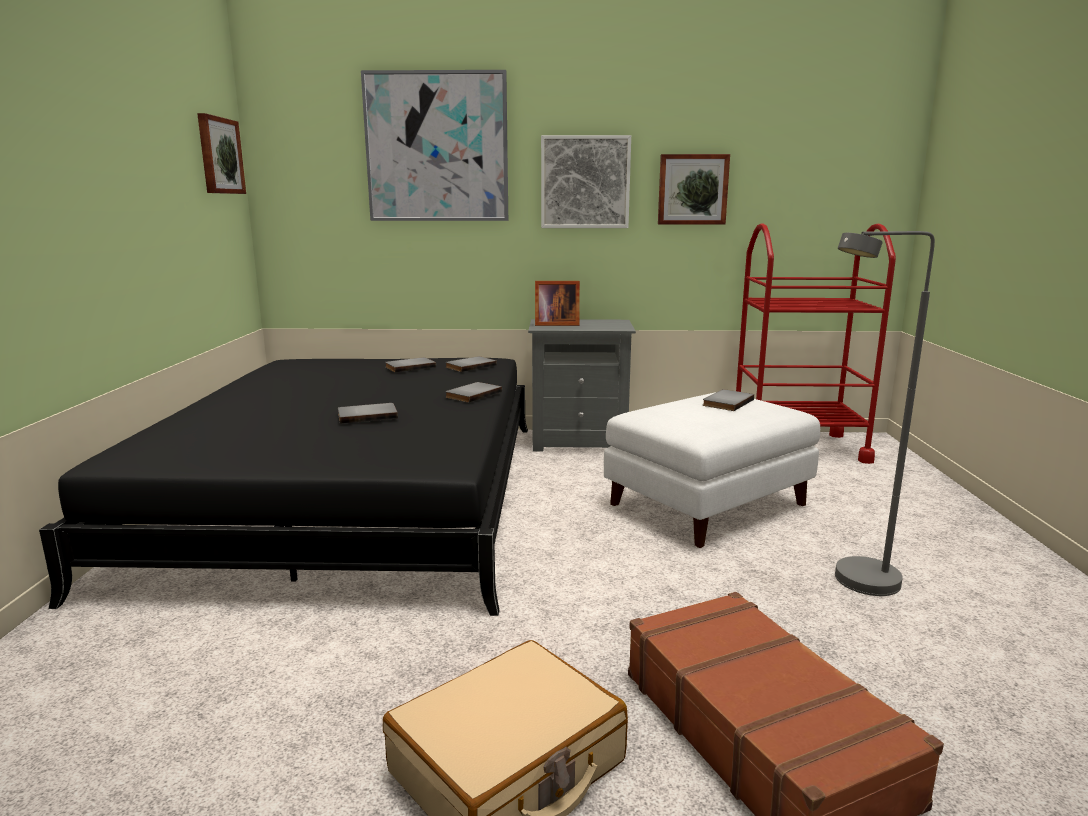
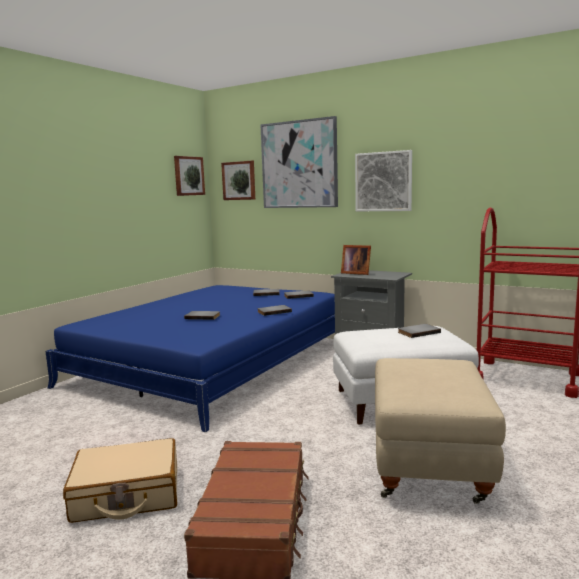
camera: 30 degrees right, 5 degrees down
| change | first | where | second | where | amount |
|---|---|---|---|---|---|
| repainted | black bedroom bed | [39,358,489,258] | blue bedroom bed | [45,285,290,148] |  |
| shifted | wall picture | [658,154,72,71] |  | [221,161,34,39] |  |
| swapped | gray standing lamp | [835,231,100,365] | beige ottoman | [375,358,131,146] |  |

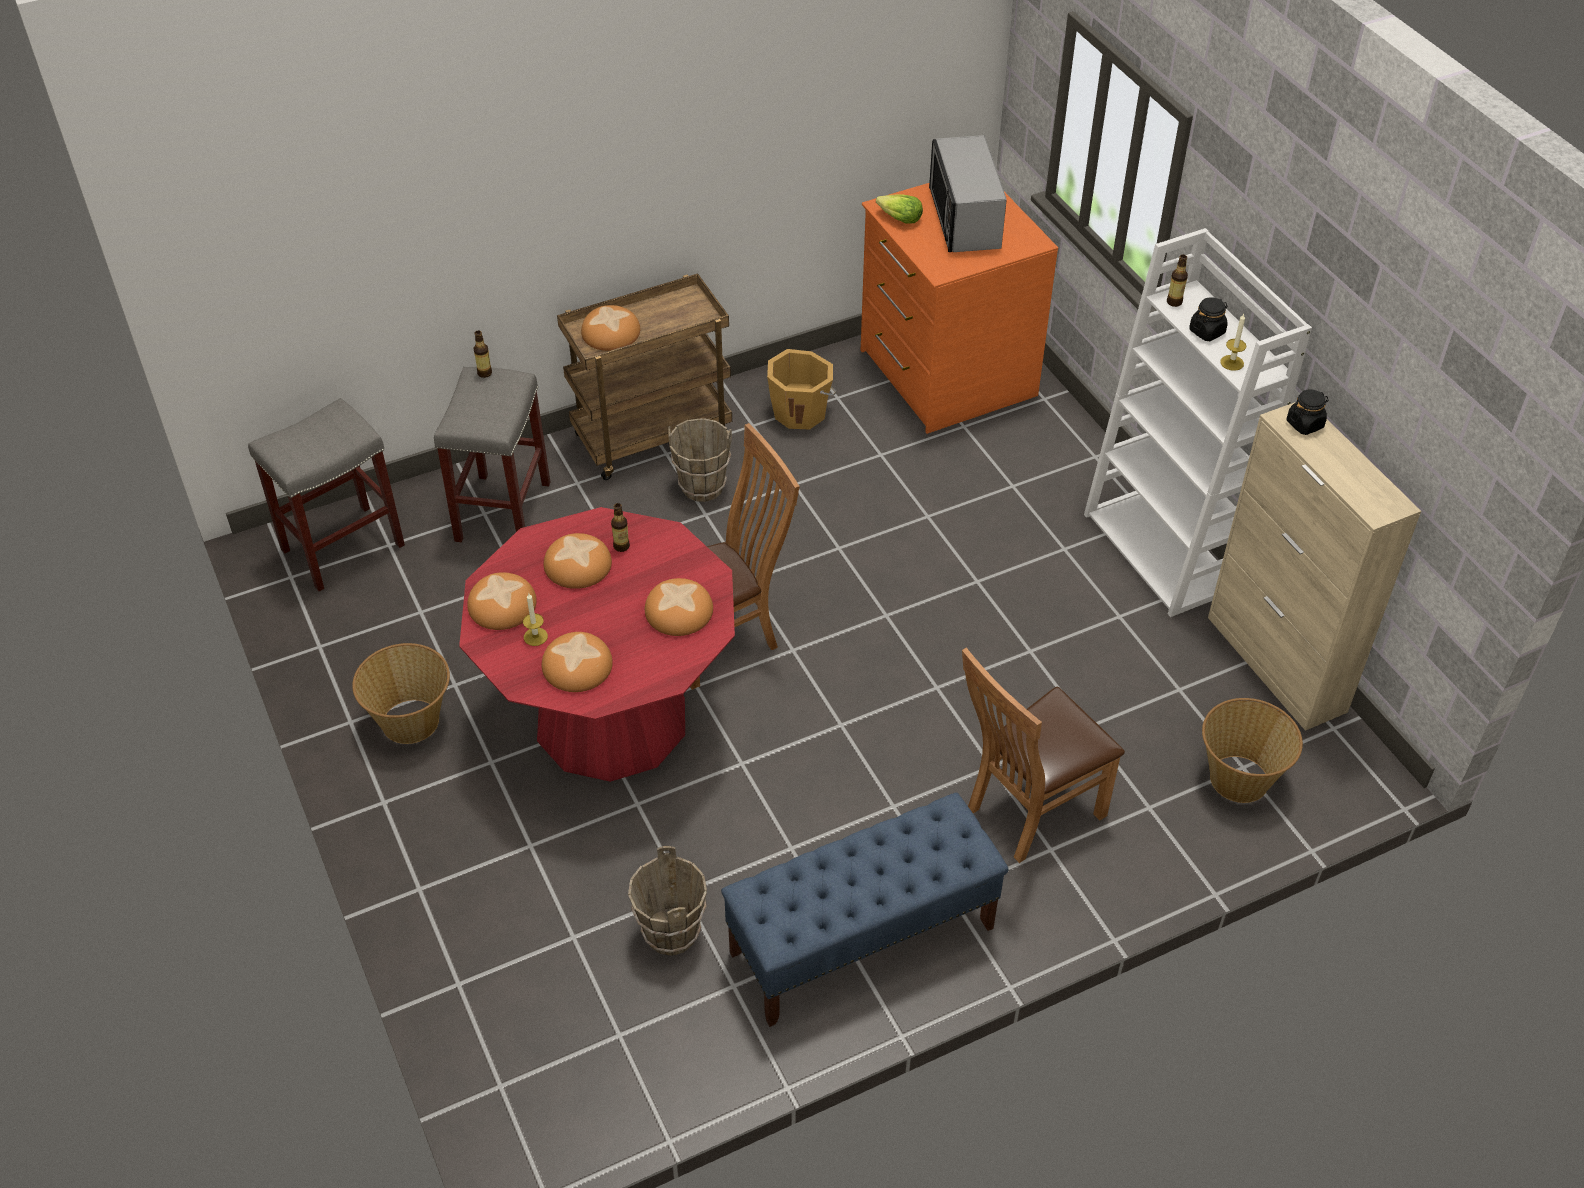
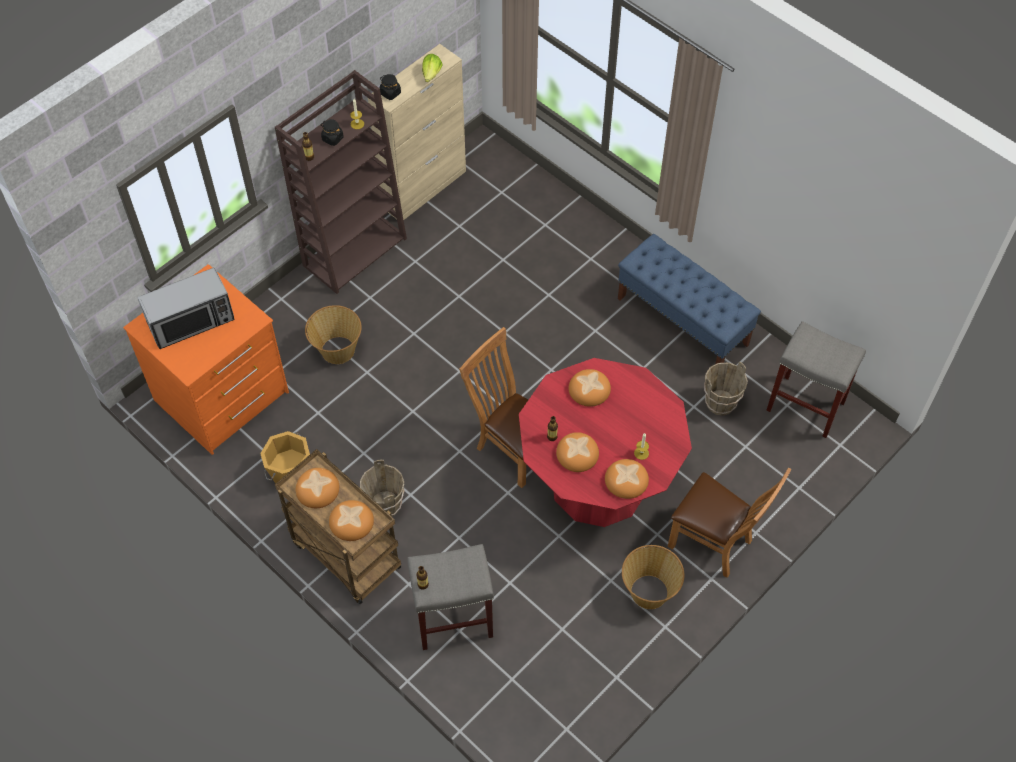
camera: 110 degrees left, 10 degrees up
| change | first | where | second | where | amount |
|---|---|---|---|---|---|
| repainted | white-coloured bookshelf | [1084,228,228,389] | brown-coloured bookshelf | [275,70,132,224] |  |
| shifted | baked bread | [542,632,71,60] |  | [296,468,44,40] |  |
| shifted | basket | [1202,698,101,105] |  | [305,305,57,59] |  |
| shifted | lettuce | [876,194,47,30] |  | [422,54,21,28] |  |
| shifted | brown-coloured chair | [962,648,163,215] |  | [668,467,123,111] |  |
| shifted | gray stool seat | [248,398,157,193] |  | [767,321,99,117] |  |

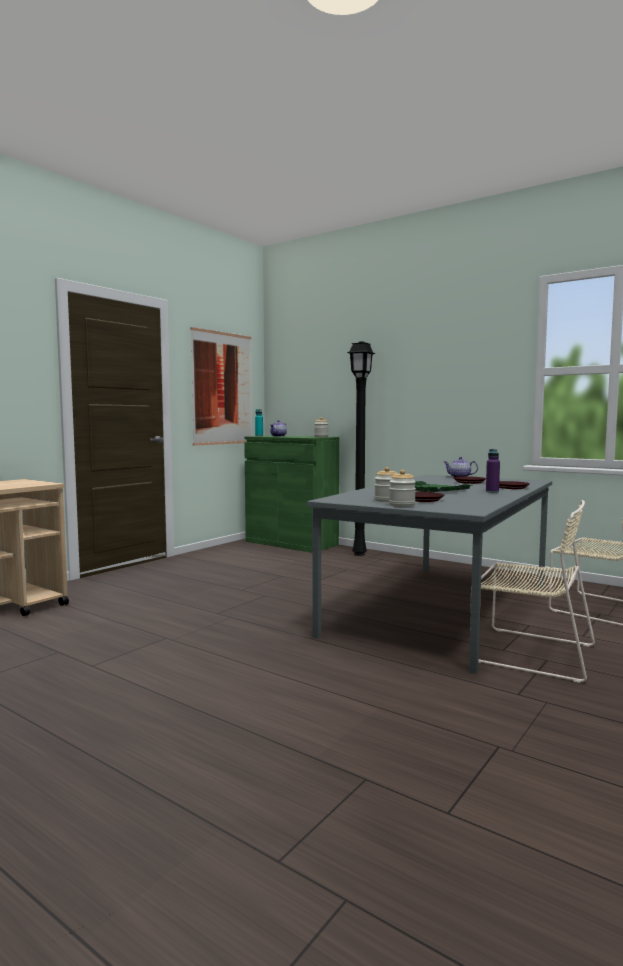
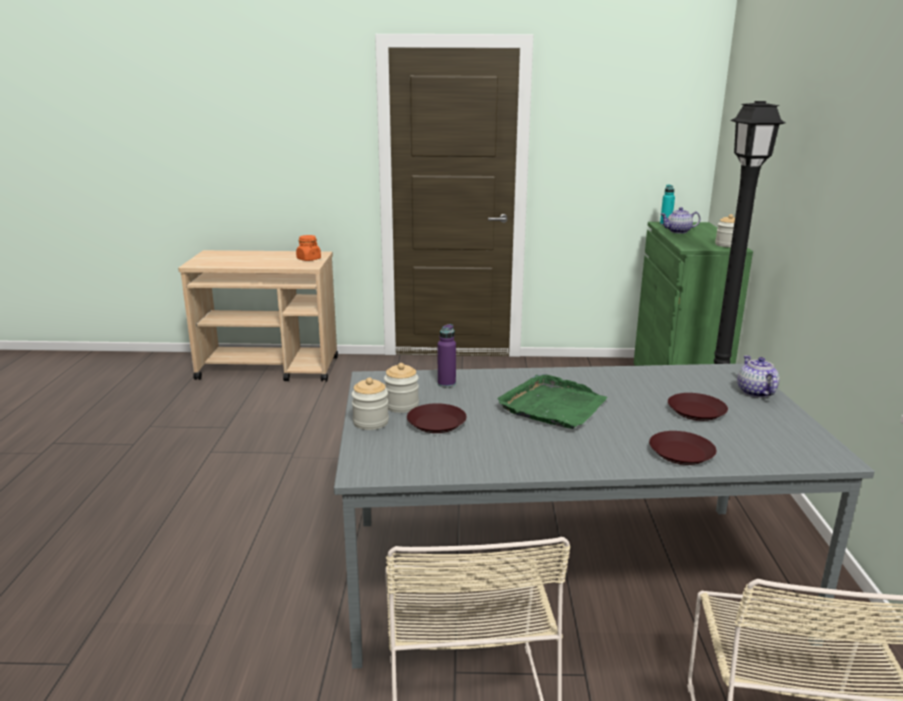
camera: 55 degrees right, 15 degrees up
| change | first | where | second | where | amount |
|---|---|---|---|---|---|
| new |  |  | orangey storage jar | [296,235,25,26] |  |
| shifted | purple-coloured drink bottle | [486,449,14,44] |  | [438,324,18,64] |  |
| gone | wall picture | [190,327,62,119] |  |  |  |

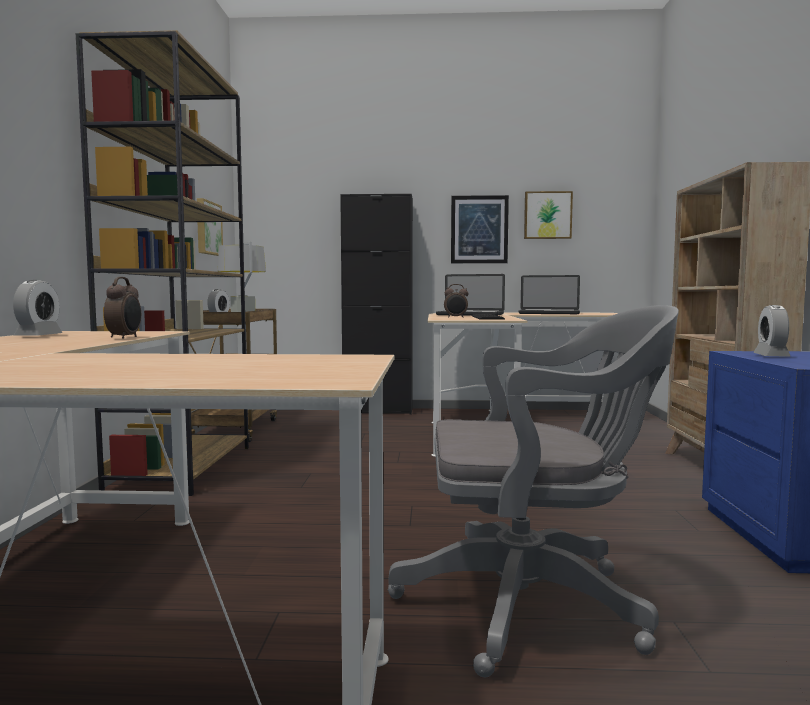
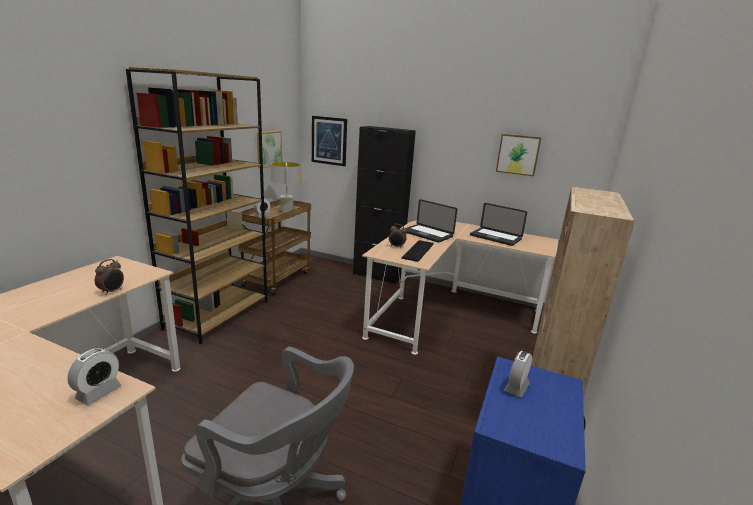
camera: 20 degrees right, 15 degrees up
| change | first | where | second | where | amount |
|---|---|---|---|---|---|
| shifted | alarm clock | [13,280,49,56] |  | [68,348,53,57] |  |
| shifted | wall picture | [451,195,58,68] |  | [312,116,35,50] |  |

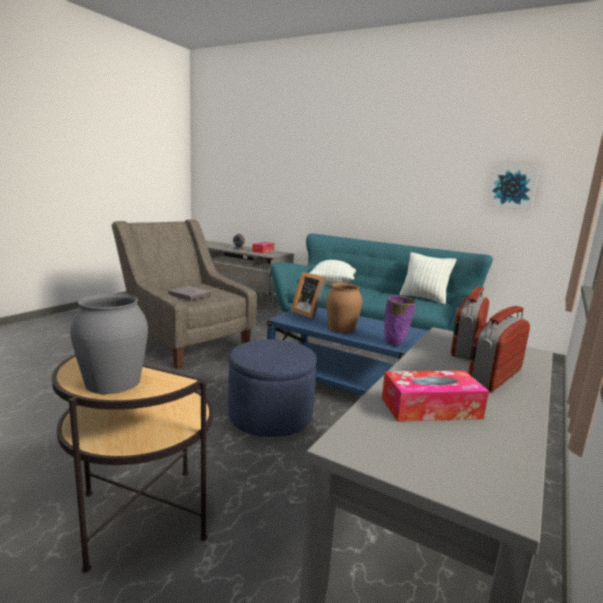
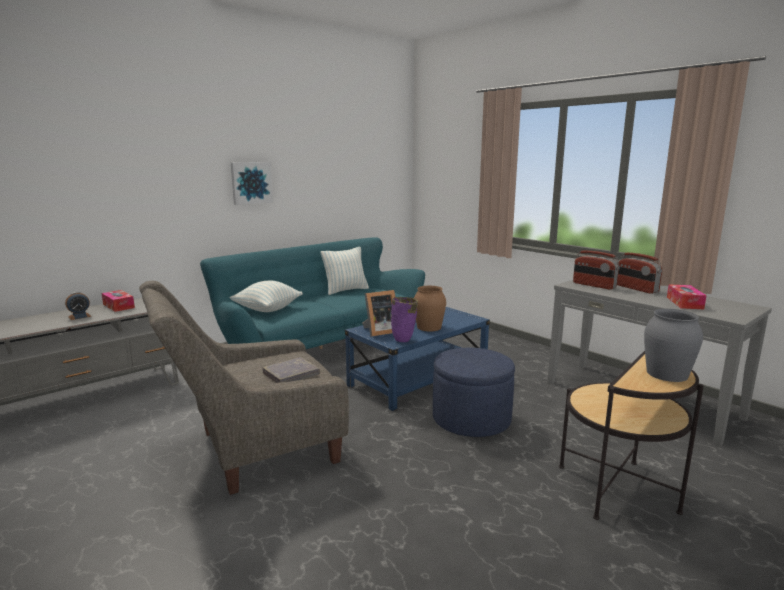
camera: 70 degrees left, 0 degrees up
| change | first | where | second | where | amount |
|---|---|---|---|---|---|
| shifted | wall picture | [488,165,51,45] |  | [231,162,42,43] |  |
| shifted | purple-coloured decorative vase | [384,295,32,51] |  | [391,297,27,45] |  |

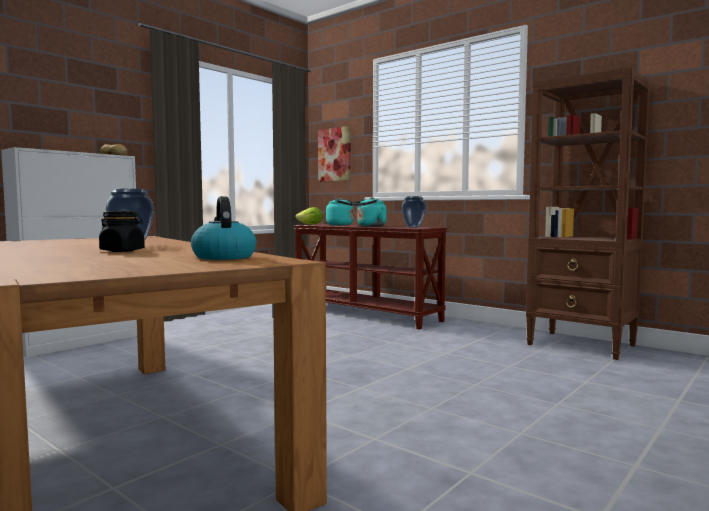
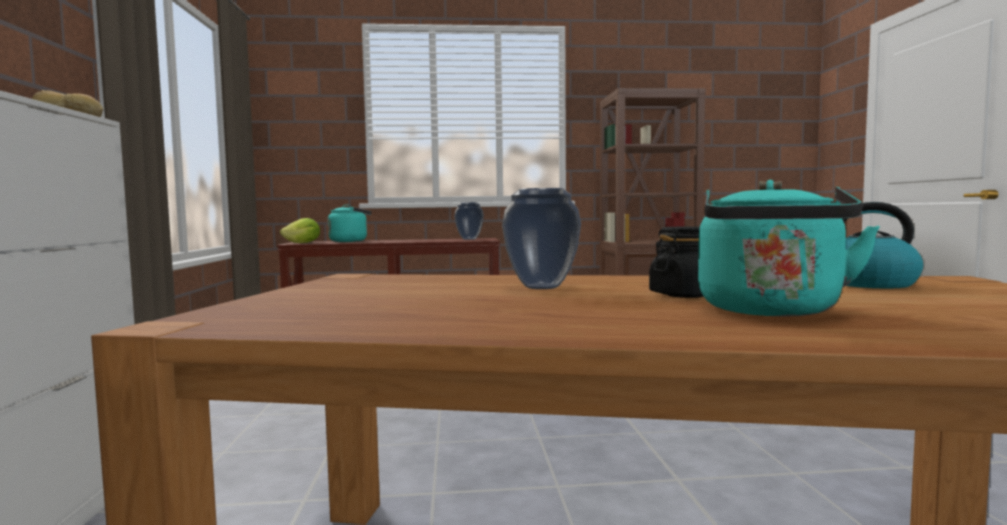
camera: 45 degrees left, 0 degrees up
| change | first | where | second | where | amount |
|---|---|---|---|---|---|
| shifted | turquoise water kettle | [352,197,35,29] |  | [698,180,182,136] |  |
| gone | wall picture | [318,126,33,56] |  |  |  |

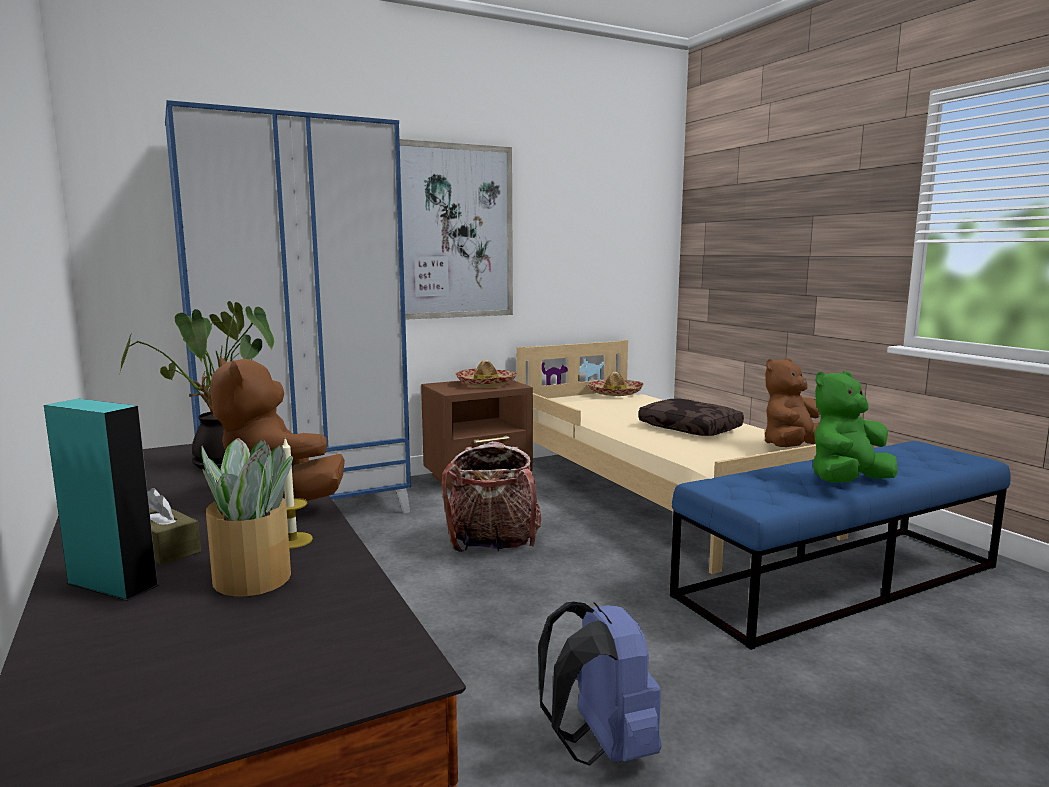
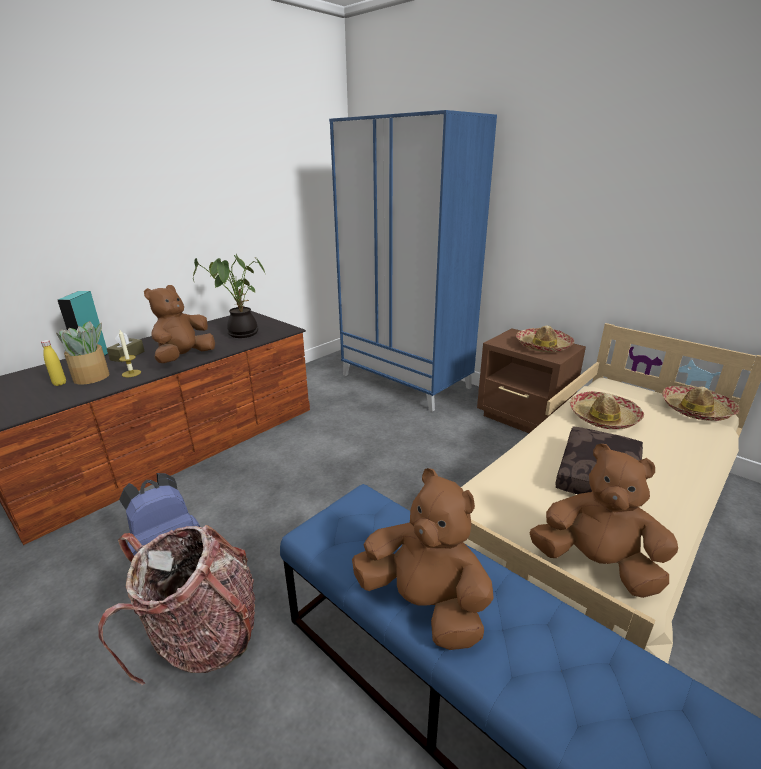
camera: 70 degrees right, 15 degrees up
| change | first | where | second | where | amount |
|---|---|---|---|---|---|
| new |  |  | yellow drink bottle | [41,340,25,46] |  |
| shifted | rucksack | [442,441,99,111] |  | [98,525,157,161] |  |
| repainted | greenish soft toy | [813,371,85,112] | brown-coloured soft toy | [352,468,142,182] |  |
| new |  |  | clothing hat | [570,391,74,38] |  |
| gone | wall picture | [399,139,114,181] |  |  |  |

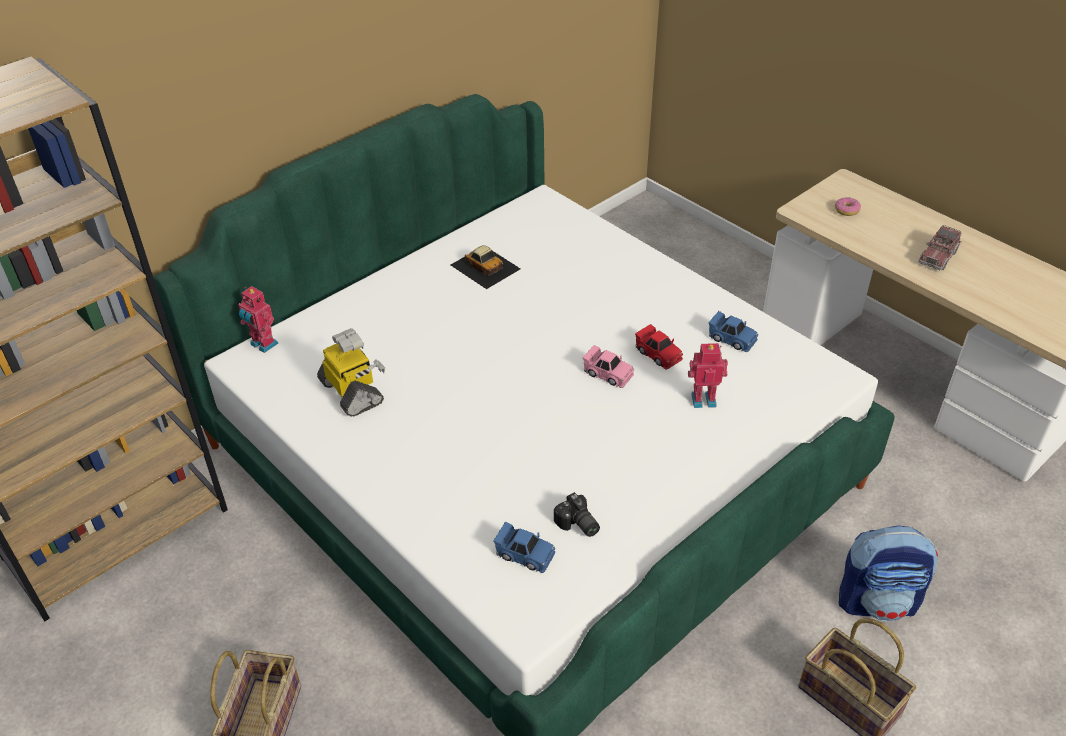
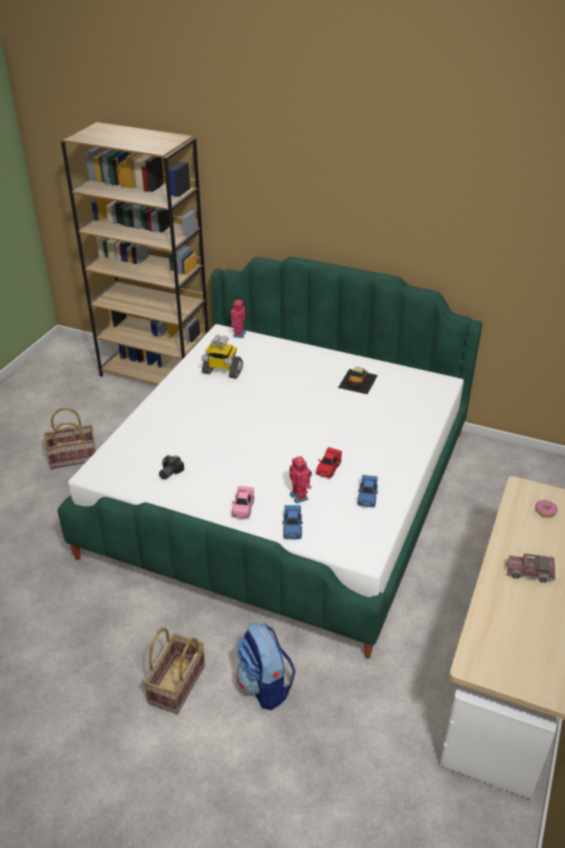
camera: 65 degrees right, 5 degrees down
| change | first | where | second | where | amount |
|---|---|---|---|---|---|
| rotated | robot figure | [317,328,68,89] |  | [201,335,42,44] | 75 degrees clockwise |
| shifted | pink-coloured miniature car | [583,345,51,43] |  | [232,486,22,33] |  |
| shifted | blue miniature car | [494,522,61,51] |  | [282,505,21,34] |  |

